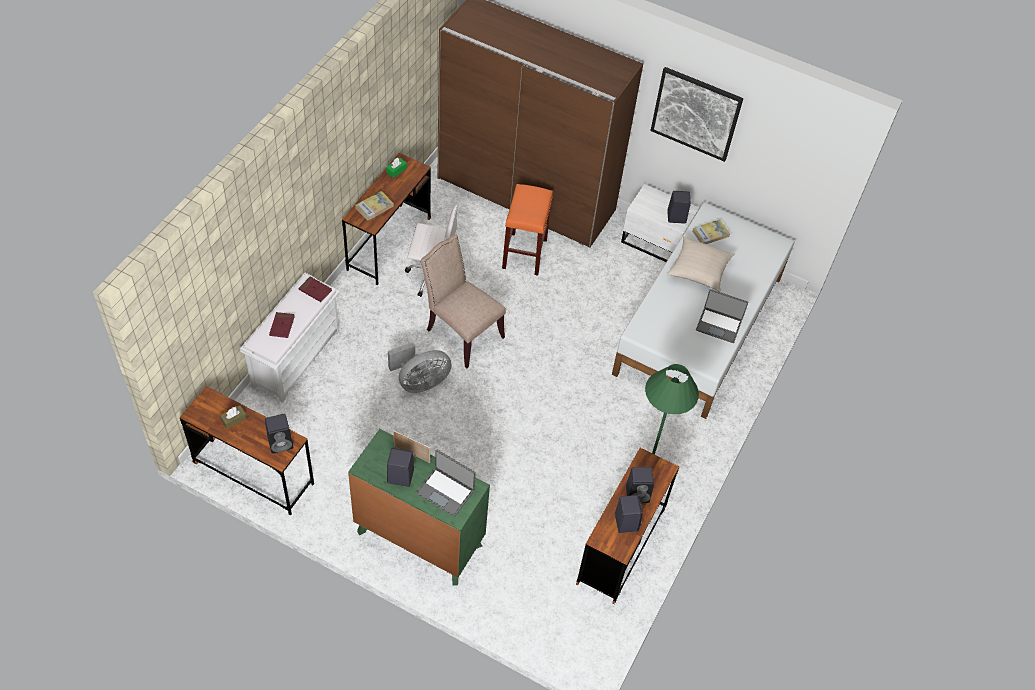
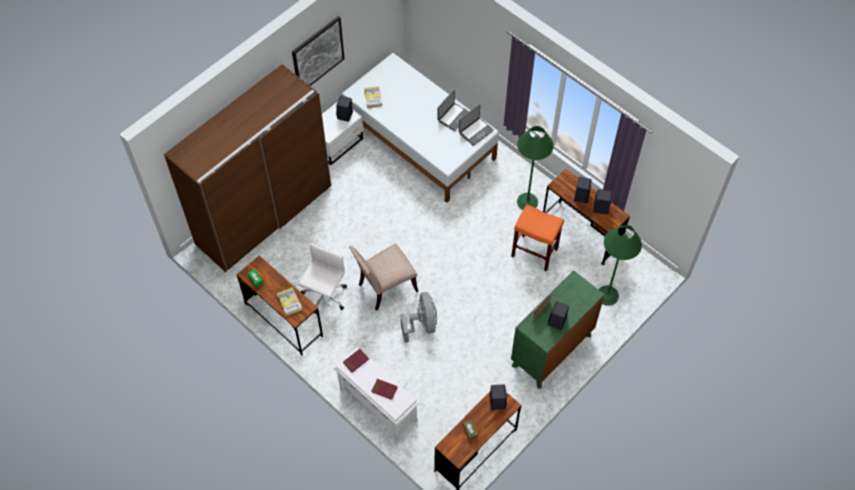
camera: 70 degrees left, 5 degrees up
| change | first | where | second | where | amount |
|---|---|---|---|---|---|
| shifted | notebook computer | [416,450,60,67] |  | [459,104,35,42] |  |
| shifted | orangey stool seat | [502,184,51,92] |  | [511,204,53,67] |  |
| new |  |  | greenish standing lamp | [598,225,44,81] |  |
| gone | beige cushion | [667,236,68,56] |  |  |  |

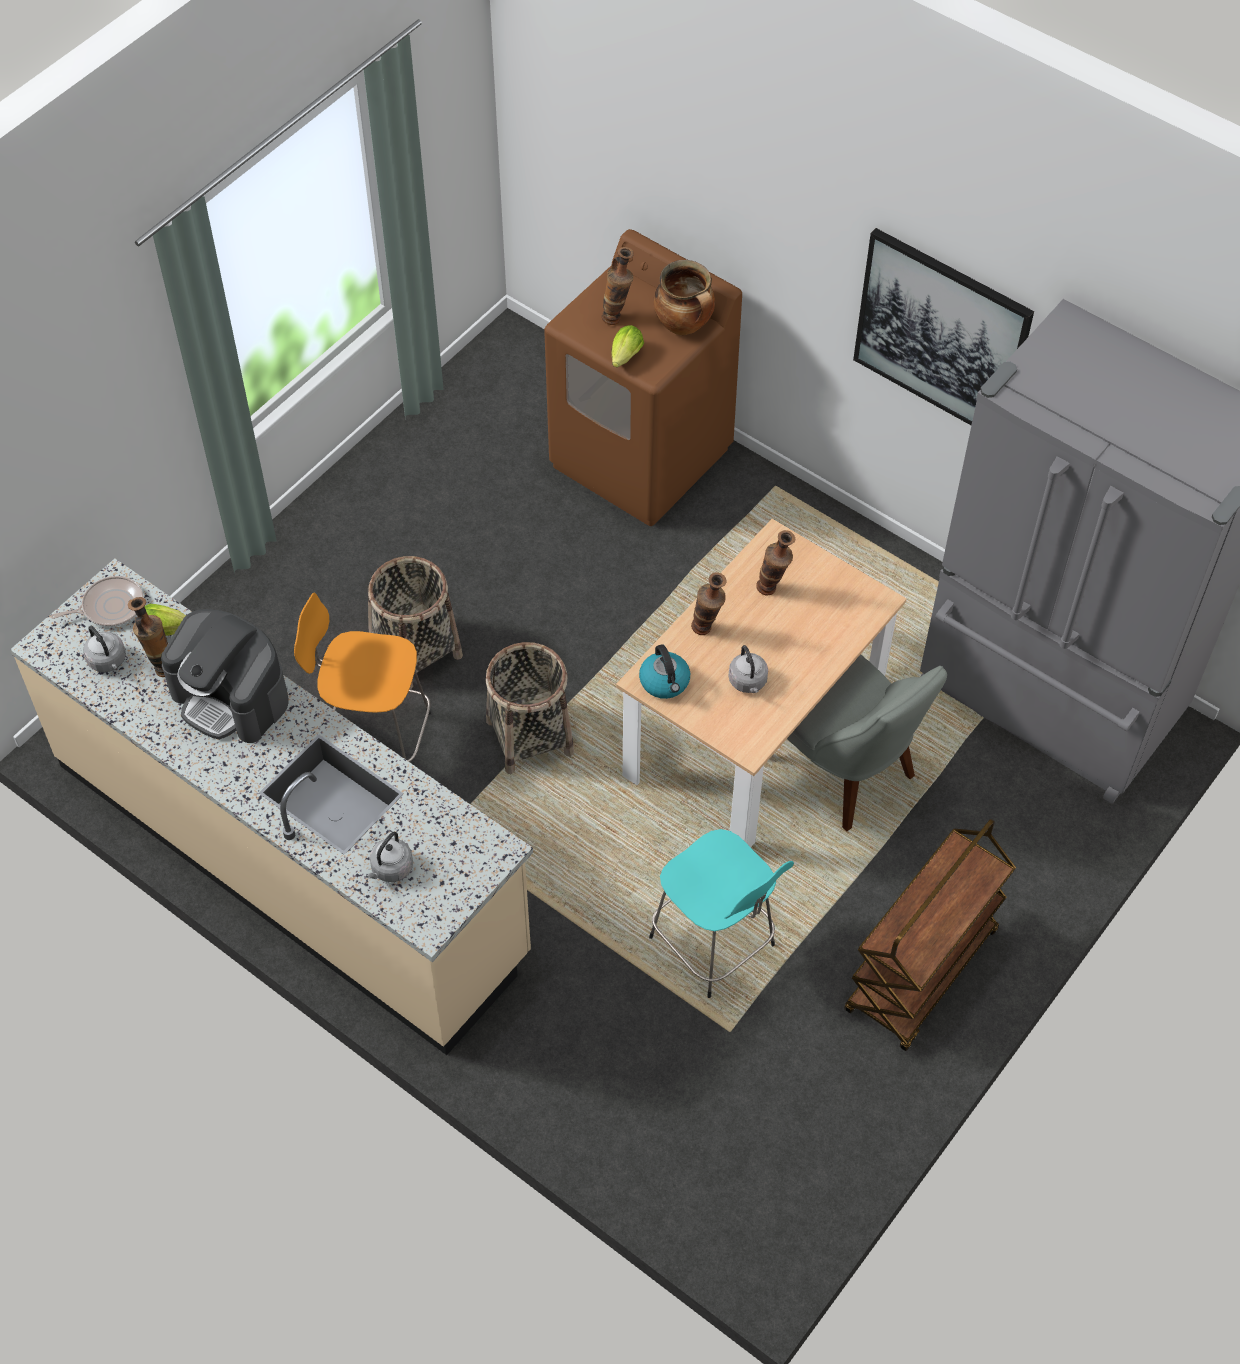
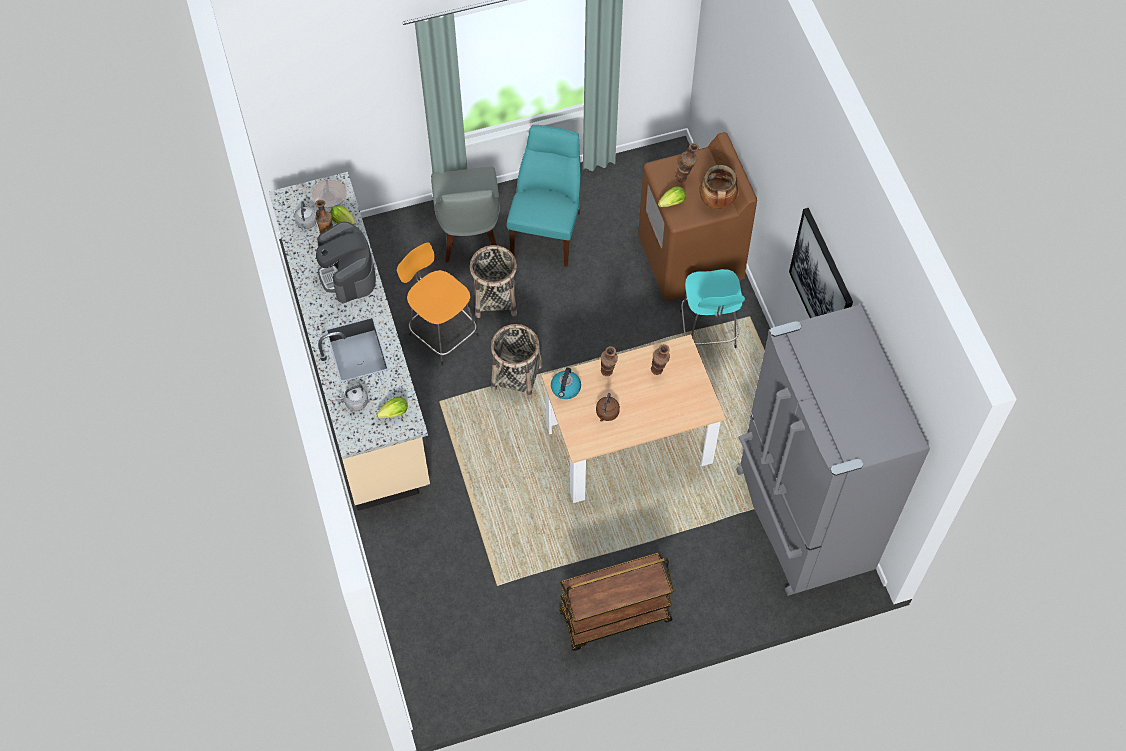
camera: 35 degrees right, 5 degrees up
| change | first | where | second | where | amount |
|---|---|---|---|---|---|
| new |  |  | lettuce | [376,397,32,21] |  |
| shifted | gray chair | [787,654,160,177] |  | [431,167,69,95] |  |
| new |  |  | turquoise chair | [507,125,74,142] |  |
| repainted | gray water kettle | [728,645,40,48] | brown-coloured water kettle | [596,393,24,28] |  |
| shifted | turquoise stool seat | [649,829,145,169] |  | [680,269,65,79] |  |

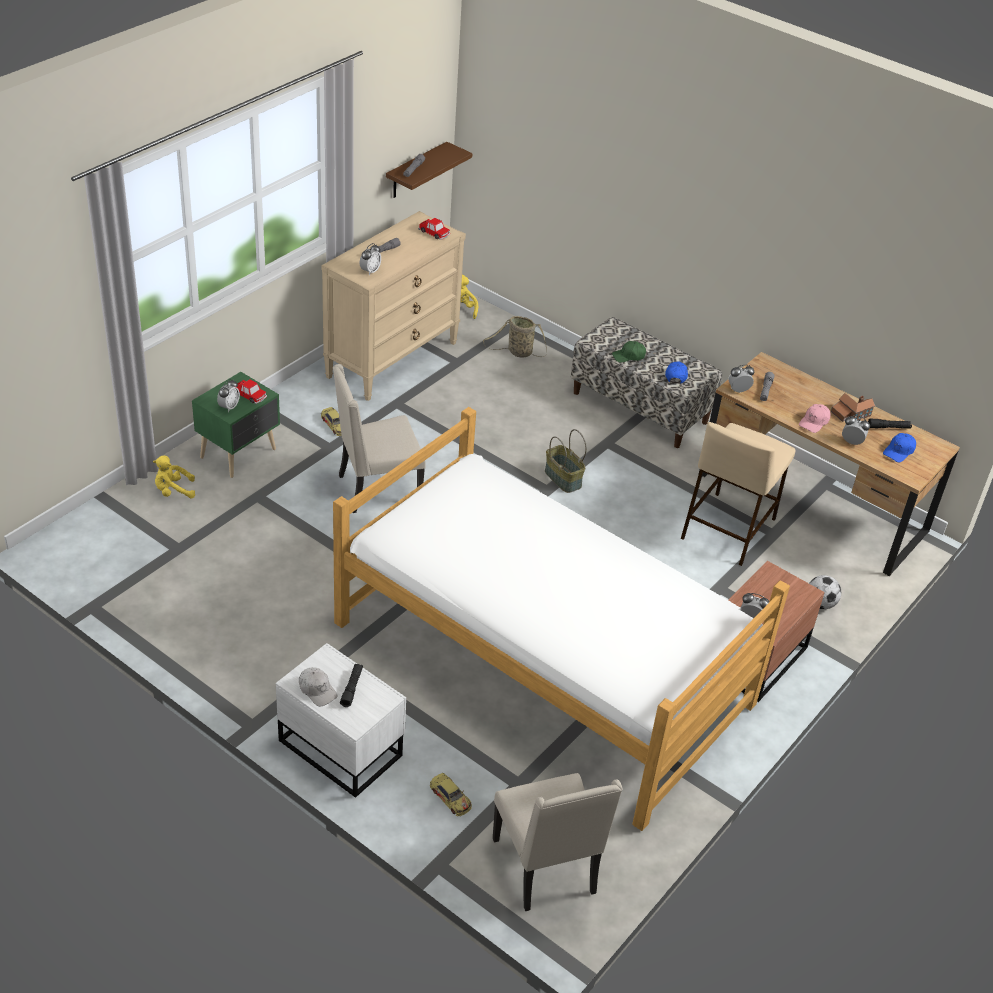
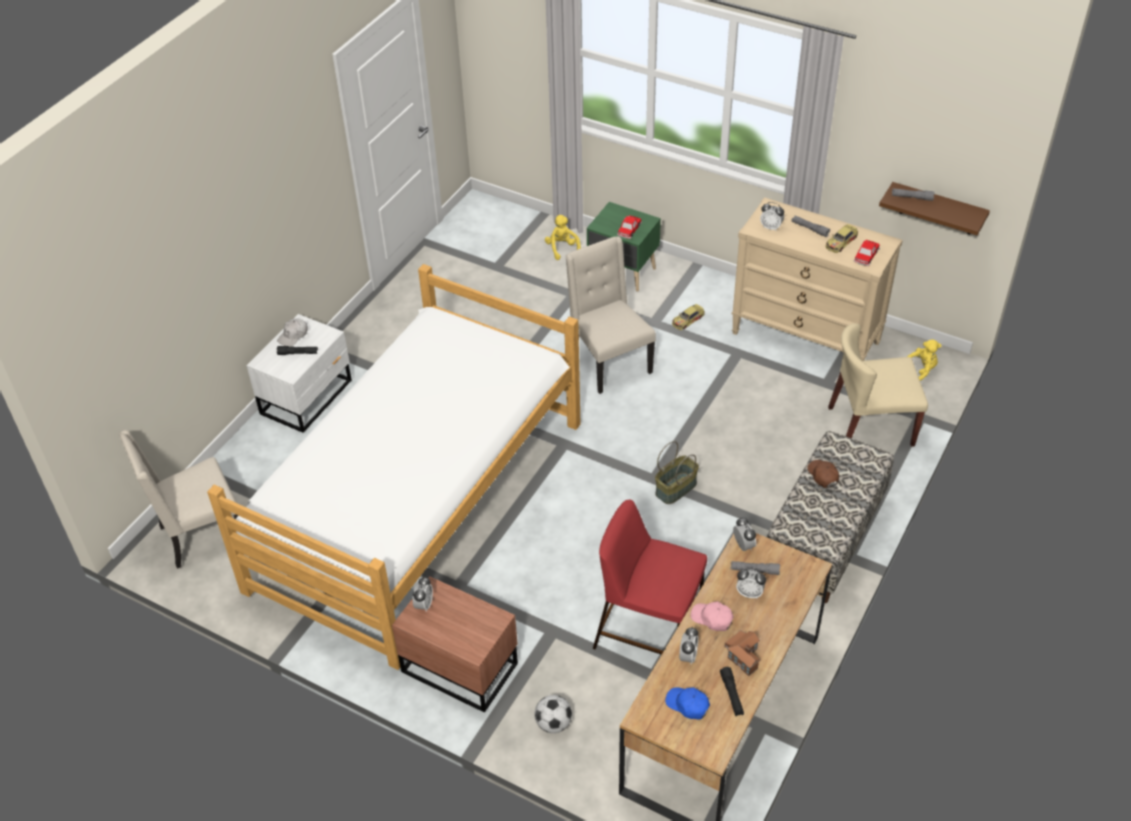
camera: 85 degrees right, 5 degrees up
| change | first | where | second | where | amount |
|---|---|---|---|---|---|
| repainted | beige stool seat | [681,422,115,144] | red stool seat | [593,500,114,155] |  |
| shifted | alarm clock | [217,379,23,33] |  | [736,569,30,30] |  |
| repainted | greenish cap | [612,341,34,22] | brown-coloured cap | [807,460,32,28] |  |
| shifted | miniature car | [430,773,42,43] |  | [826,224,32,29] |  |
| swapped | basket | [483,316,64,41] | beige chair | [828,323,100,124] |  |
| gone | blue cap | [665,361,23,23] |  |  |  |

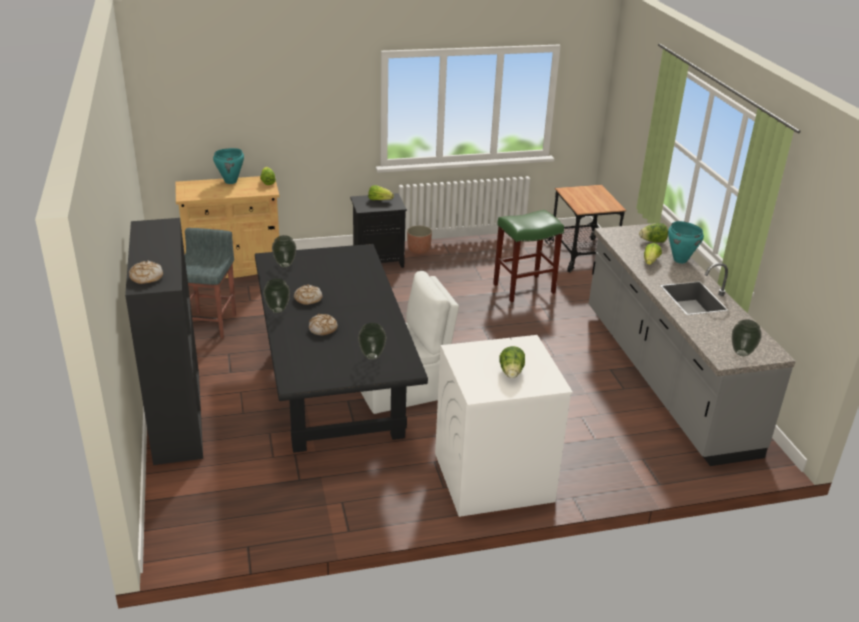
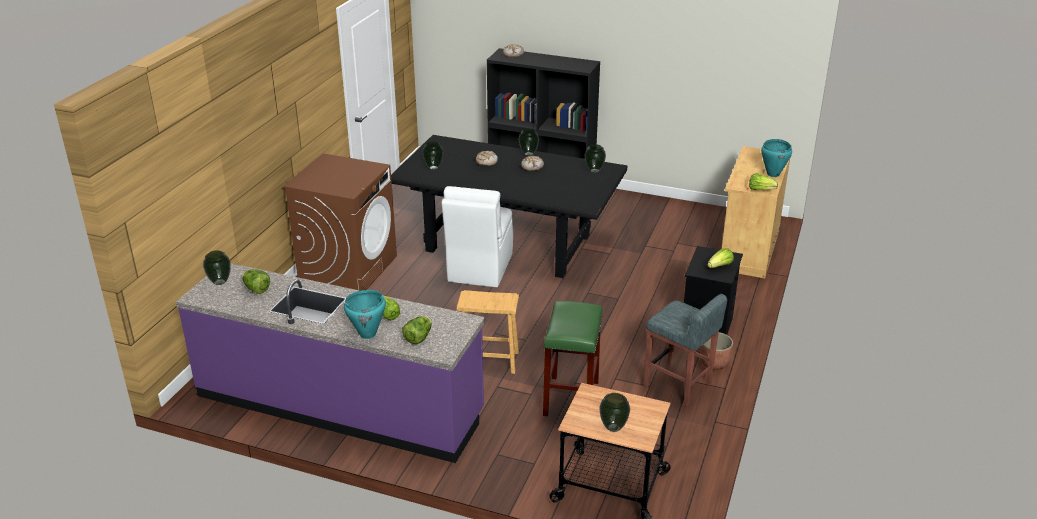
camera: 125 degrees right, 0 degrees up
| change | first | where | second | where | amount |
|---|---|---|---|---|---|
| repainted | gray kitchen counter | [589,223,207,243] | purple-coloured kitchen counter | [176,263,309,200] |  |
| shifted | lettuce | [499,346,26,32] |  | [241,269,29,25] |  |
| repainted | white-coloured laundry appliance | [435,335,138,182] | brown-coloured laundry appliance | [283,153,114,138] |  |
| new |  |  | brown-coloured stool seat | [457,290,62,84] |  |
| new |  |  | decorative vase | [599,393,31,39] |  |
| shifted | gray stool seat | [185,228,51,111] |  | [644,294,83,112] |  |

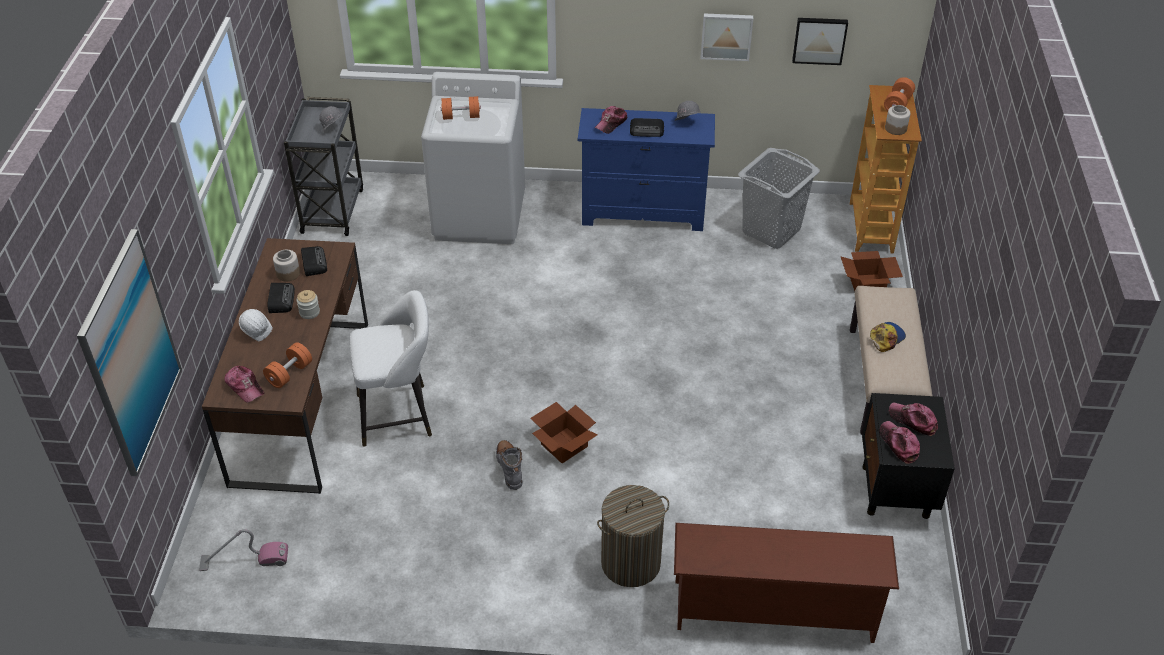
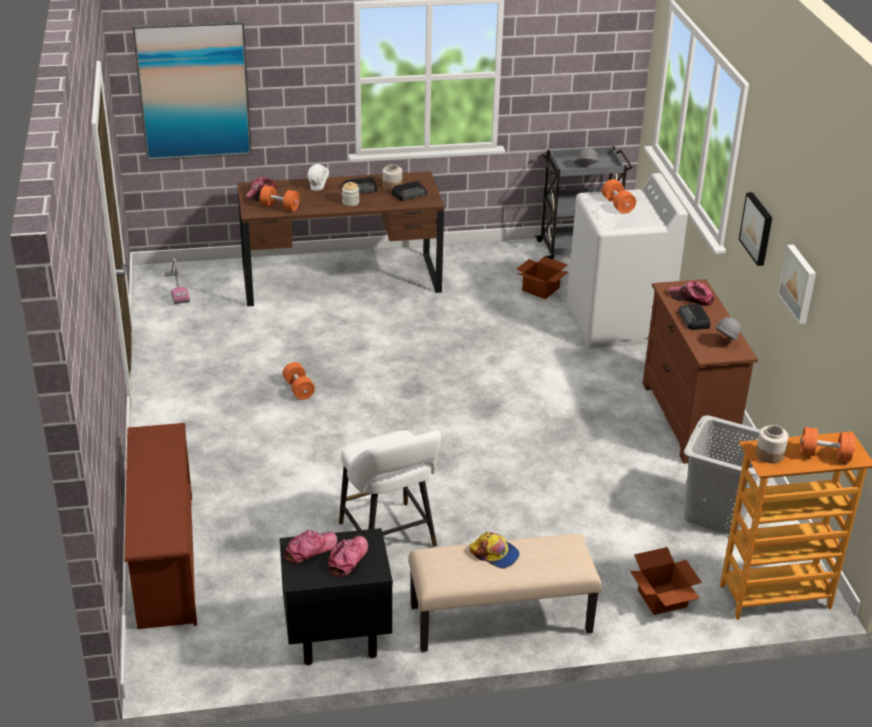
camera: 75 degrees right, 10 degrees down
| change | first | where | second | where | amount |
|---|---|---|---|---|---|
| swapped | gray boot | [496,440,27,50] | orangey hand weight | [283,362,32,38] |  |
| shifted | white-coloured stool seat | [350,290,82,156] |  | [339,430,102,117] |  |
| shifted | cardboard box | [530,402,67,62] |  | [516,256,52,43] |  |
| repainted | blue drawer chest | [578,108,137,123] | brown-coloured drawer chest | [643,279,115,185] |  |
| shifted | wall picture | [792,18,56,47] |  | [739,192,33,74] |  |
| gone | washing basket | [597,485,72,102] |  |  |  |

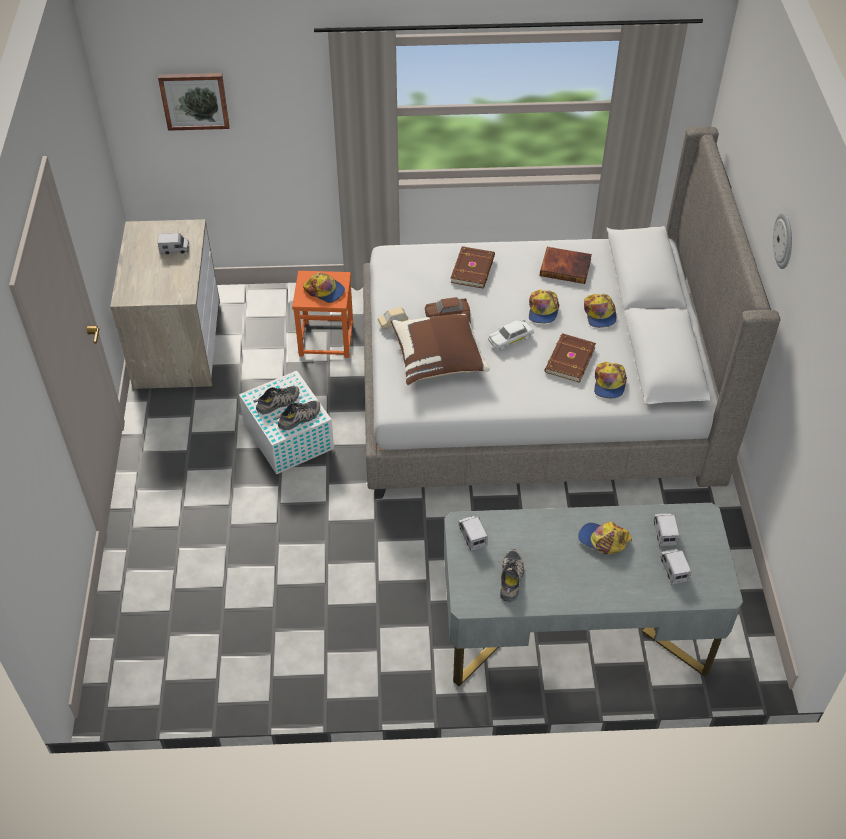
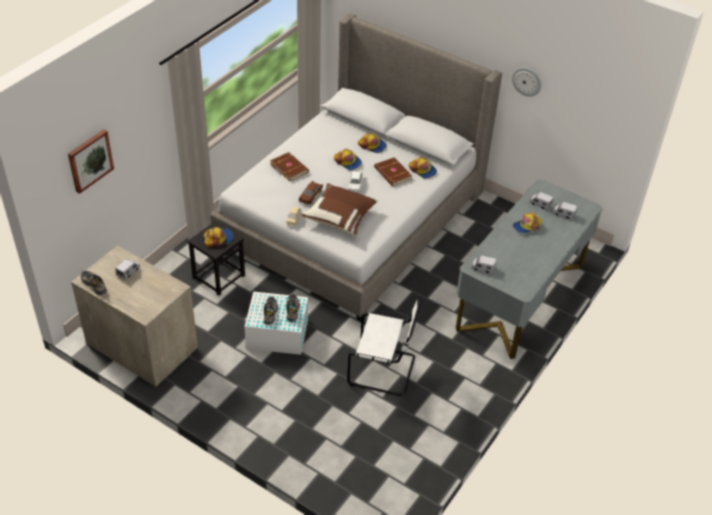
camera: 55 degrees left, 5 degrees down
| change | first | where | second | where | amount |
|---|---|---|---|---|---|
| shifted | low shoe | [500,549,24,53] |  | [81,271,26,24] |  |
| repainted | orangey stool seat | [292,271,61,87] | black stool seat | [187,221,58,75] |  |
| new |  |  | white-coloured chair | [347,298,75,98] |  |
| shifted | hanging clock | [773,212,19,57] |  | [512,67,29,30] |  |
| gone | volume | [540,247,52,37] |  |  |  |

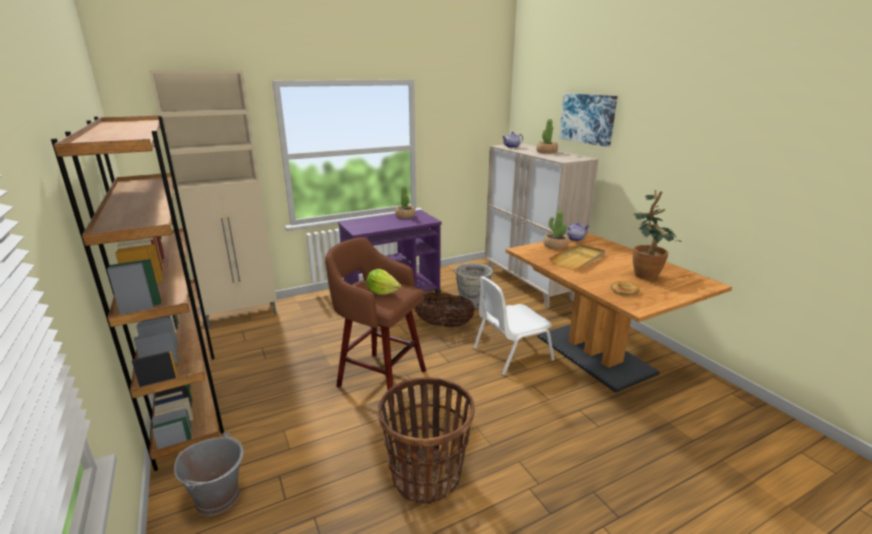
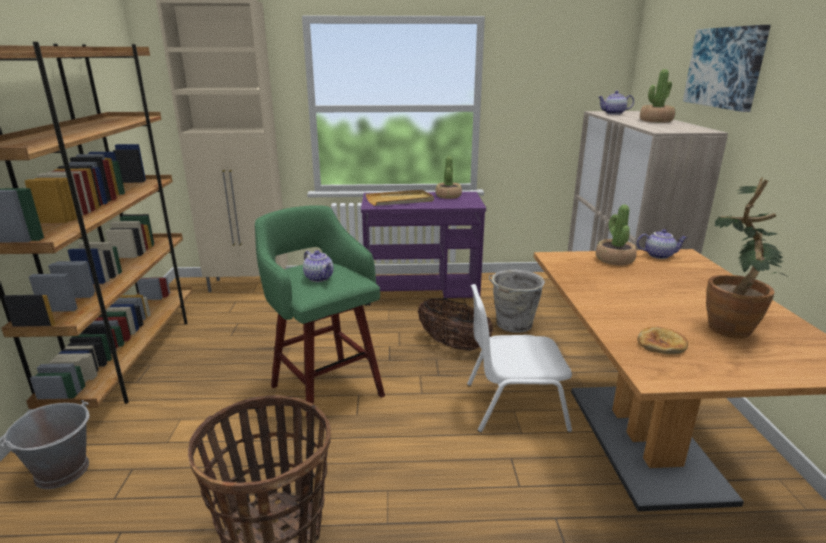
camera: 25 degrees right, 0 degrees up
| change | first | where | second | where | amount |
|---|---|---|---|---|---|
| repainted | brown-coloured stool seat | [325,237,101,168] | greenish stool seat | [255,205,130,216] |  |
| swapped | lettuce | [366,269,35,26] | tea pot | [303,250,31,32] |  |
| shifted | beige carrying tray | [549,244,56,26] |  | [366,190,68,16] |  |

